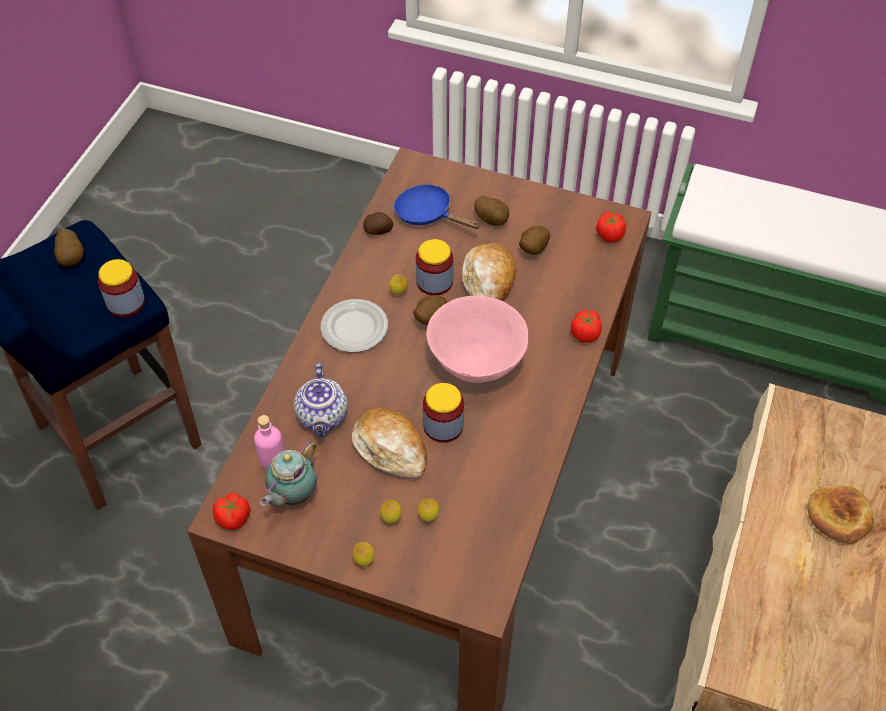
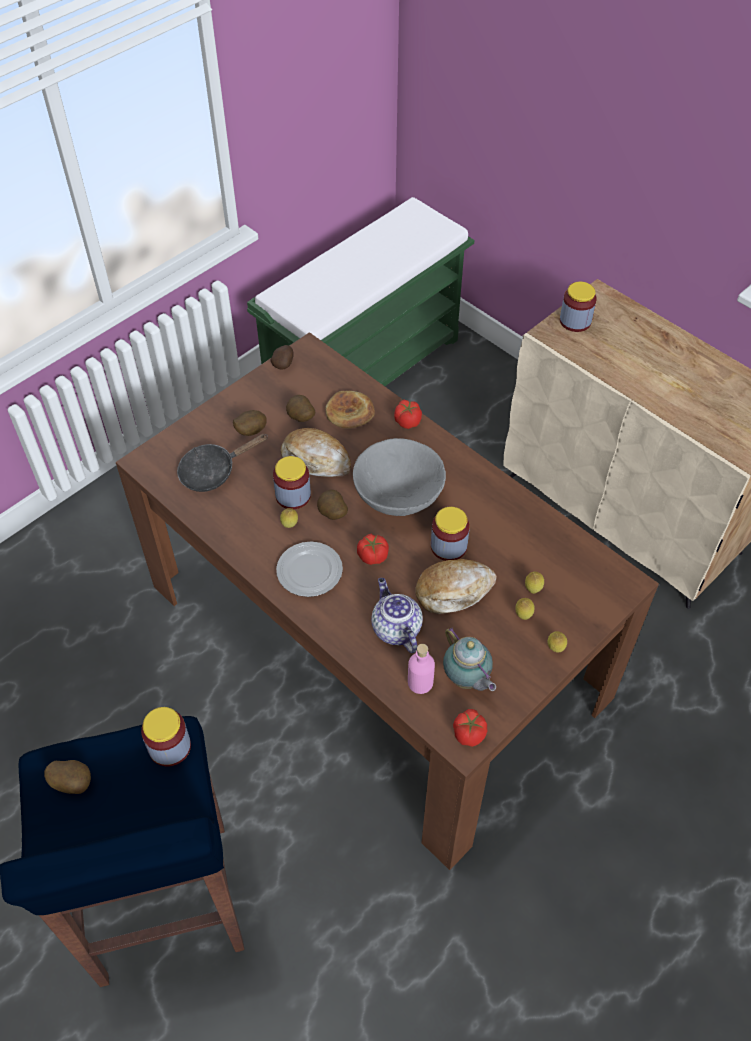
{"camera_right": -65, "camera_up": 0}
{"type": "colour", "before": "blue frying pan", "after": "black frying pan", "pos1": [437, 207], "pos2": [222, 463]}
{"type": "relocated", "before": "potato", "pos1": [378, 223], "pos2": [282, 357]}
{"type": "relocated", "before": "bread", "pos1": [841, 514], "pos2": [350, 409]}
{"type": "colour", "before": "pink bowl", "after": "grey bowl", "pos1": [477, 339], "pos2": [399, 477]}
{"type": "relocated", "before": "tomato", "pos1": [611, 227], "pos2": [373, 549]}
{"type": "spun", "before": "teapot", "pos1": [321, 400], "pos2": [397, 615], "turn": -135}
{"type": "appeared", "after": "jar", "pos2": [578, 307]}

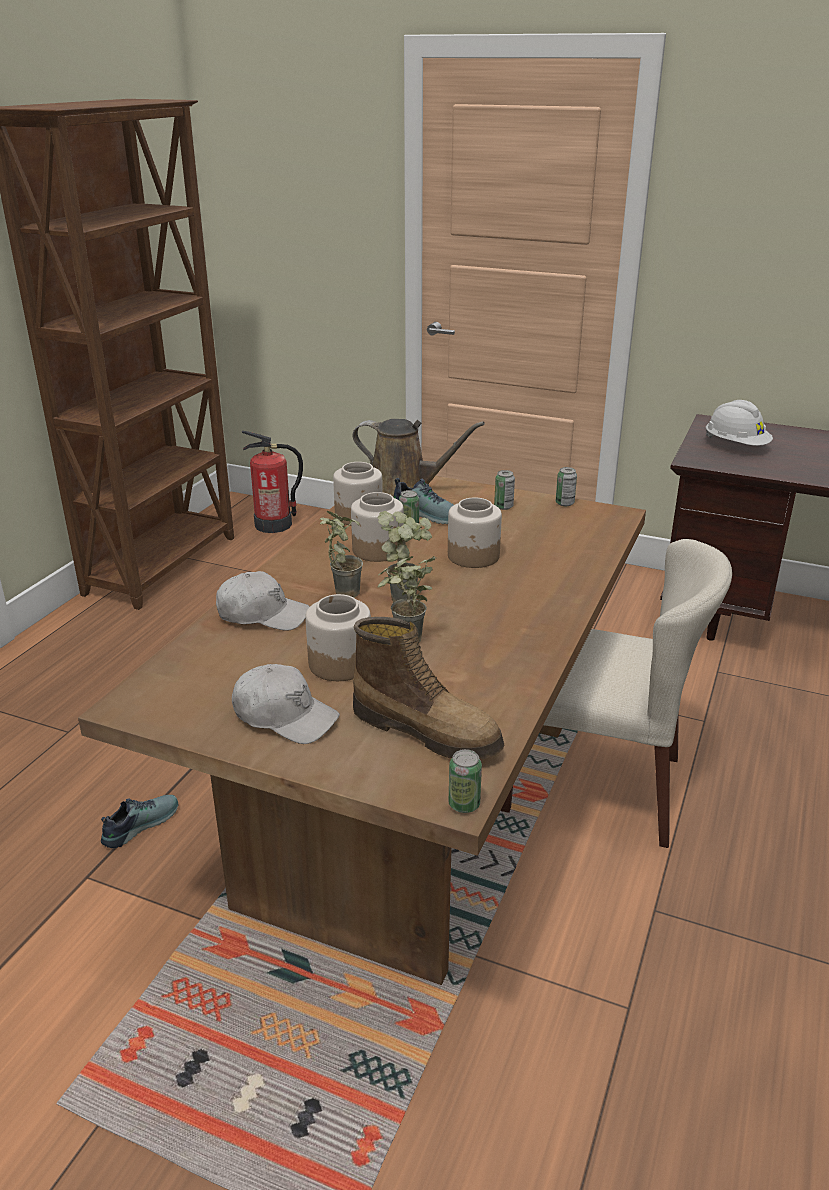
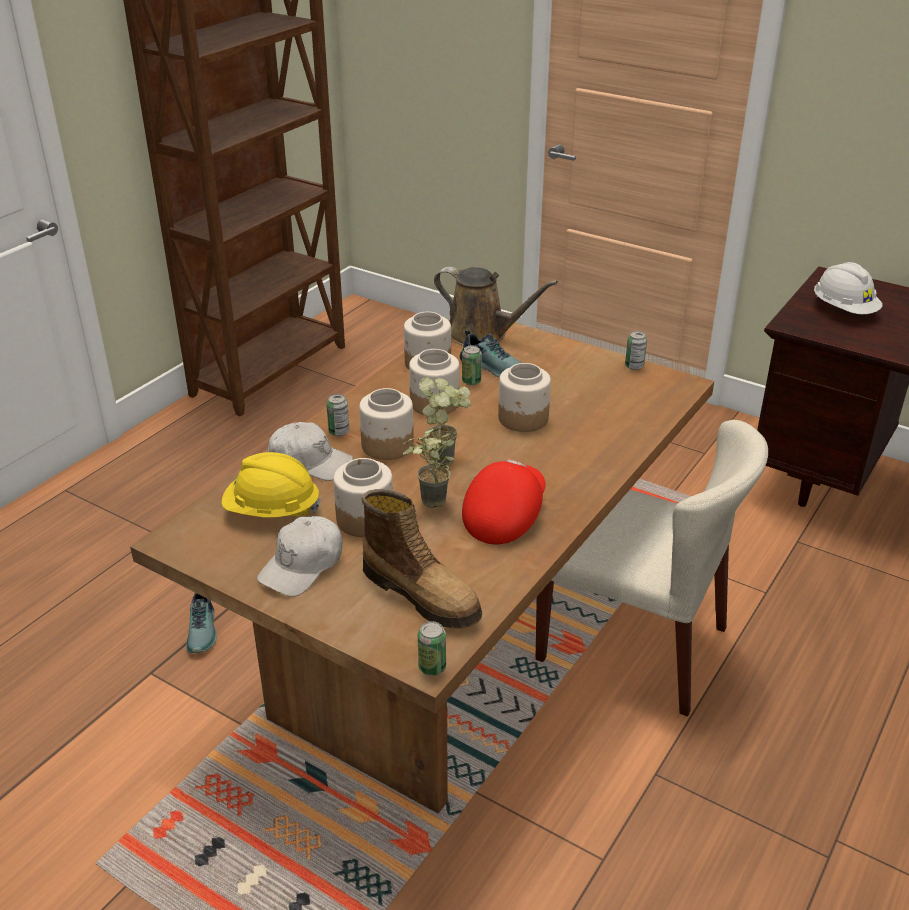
{"camera_right": 10, "camera_up": 5}
{"type": "spun", "before": "shoe", "pos1": [139, 821], "pos2": [201, 623], "turn": 120}
{"type": "appeared", "after": "yellow hard hat", "pos2": [271, 485]}
{"type": "spun", "before": "white cap", "pos1": [286, 704], "pos2": [300, 556], "turn": 90}
{"type": "relocated", "before": "can", "pos1": [504, 490], "pos2": [337, 415]}
{"type": "exchanged", "before": "potted plant", "after": "jar", "pos1": [341, 554], "pos2": [386, 424]}
{"type": "appeared", "after": "red cap", "pos2": [504, 501]}
{"type": "missing", "before": "fire extinguisher", "pos1": [272, 482]}

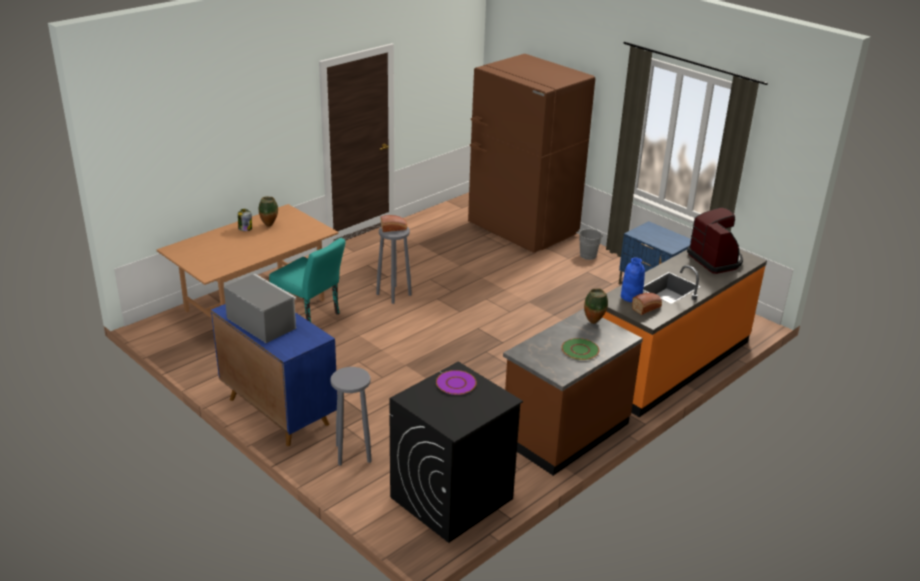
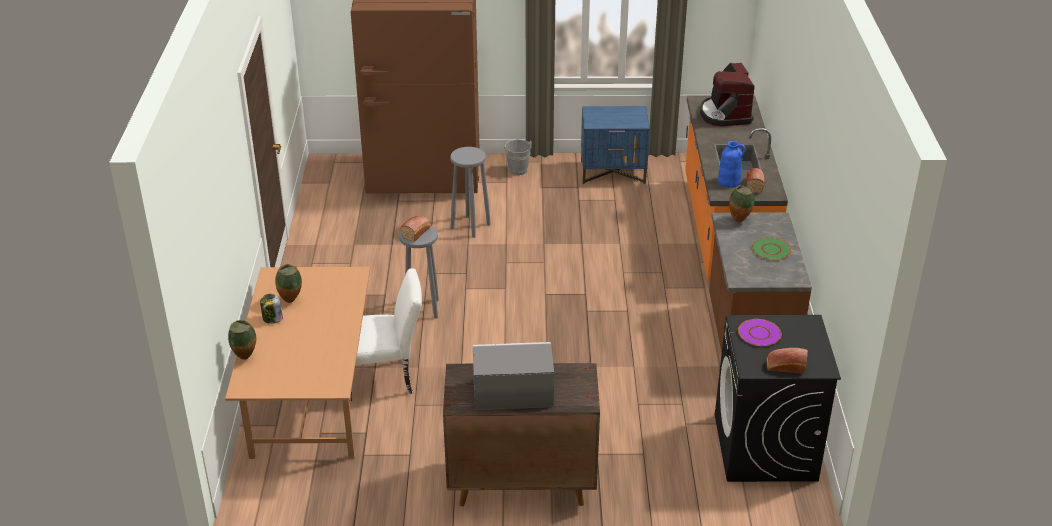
{"camera_right": -45, "camera_up": 5}
{"type": "appeared", "after": "vase", "pos2": [242, 340]}
{"type": "colour", "before": "turquoise chair", "after": "white chair", "pos1": [307, 280], "pos2": [385, 334]}
{"type": "colour", "before": "blue cabinet", "after": "brown cabinet", "pos1": [274, 375], "pos2": [521, 434]}
{"type": "relocated", "before": "grey stool", "pos1": [351, 416], "pos2": [470, 192]}
{"type": "spun", "before": "coffee machine", "pos1": [715, 240], "pos2": [727, 94], "turn": -120}
{"type": "appeared", "after": "bread", "pos2": [787, 361]}

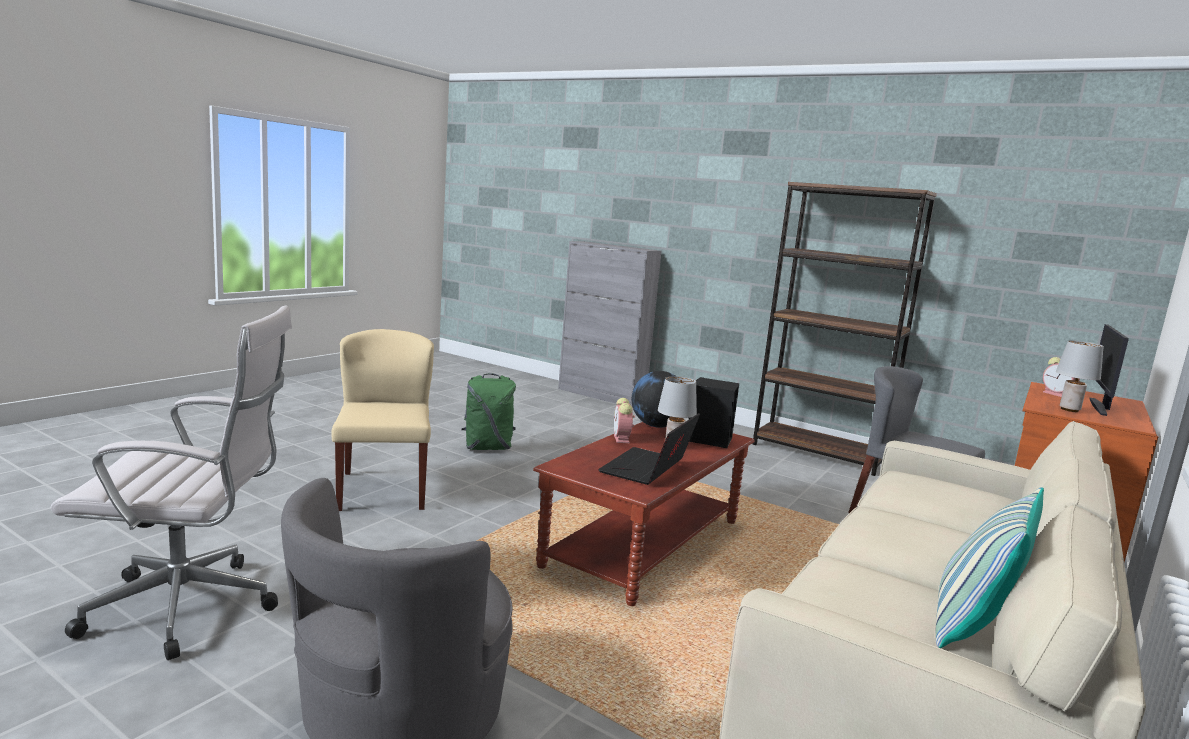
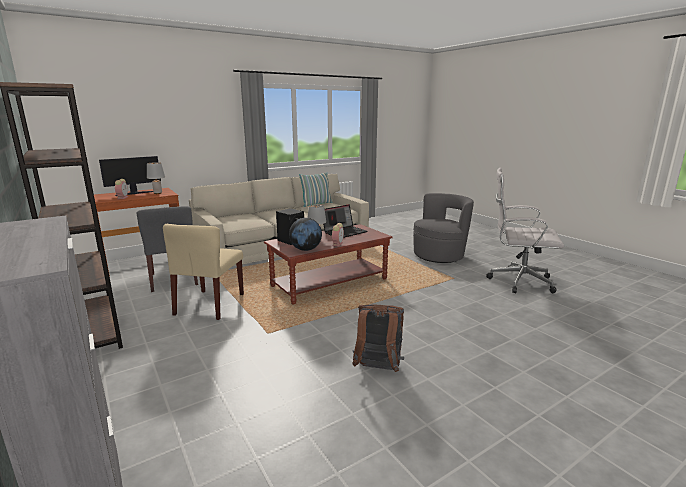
{"camera_right": -155, "camera_up": 5}
{"type": "relocated", "before": "beige chair", "pos1": [382, 420], "pos2": [203, 272]}
{"type": "colour", "before": "green backpack", "after": "brown backpack", "pos1": [488, 411], "pos2": [378, 338]}

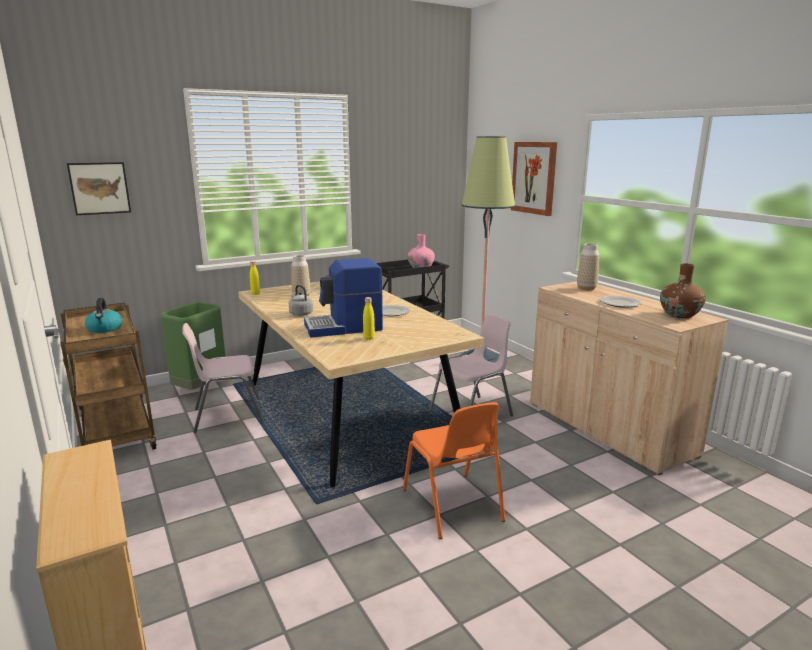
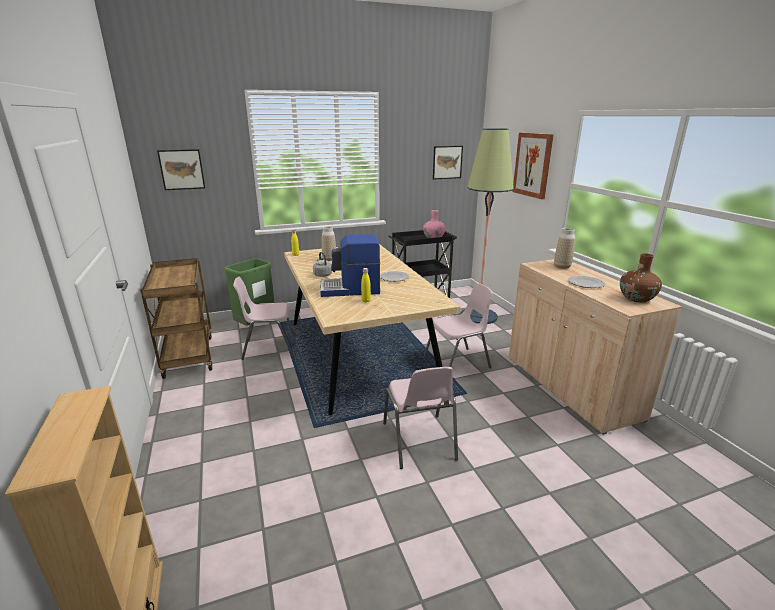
{"camera_right": 10, "camera_up": 5}
{"type": "colour", "before": "orange chair", "after": "pink chair", "pos1": [454, 470], "pos2": [420, 418]}
{"type": "appeared", "after": "picture", "pos2": [448, 163]}
{"type": "missing", "before": "kettle", "pos1": [103, 315]}

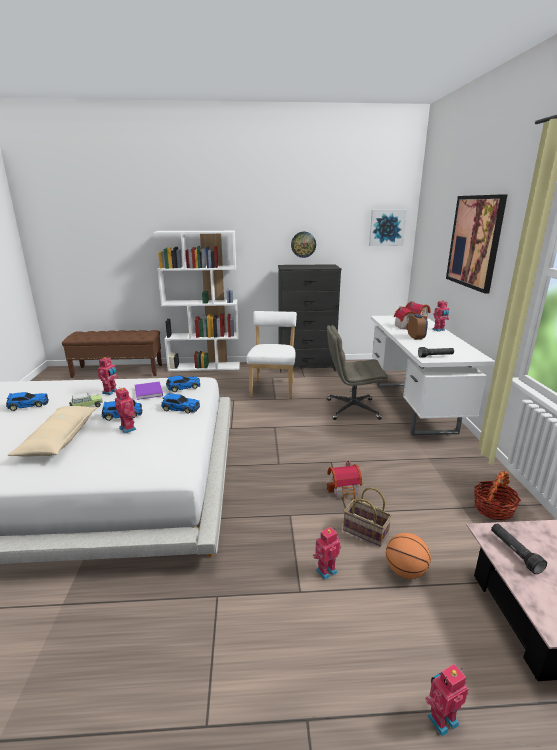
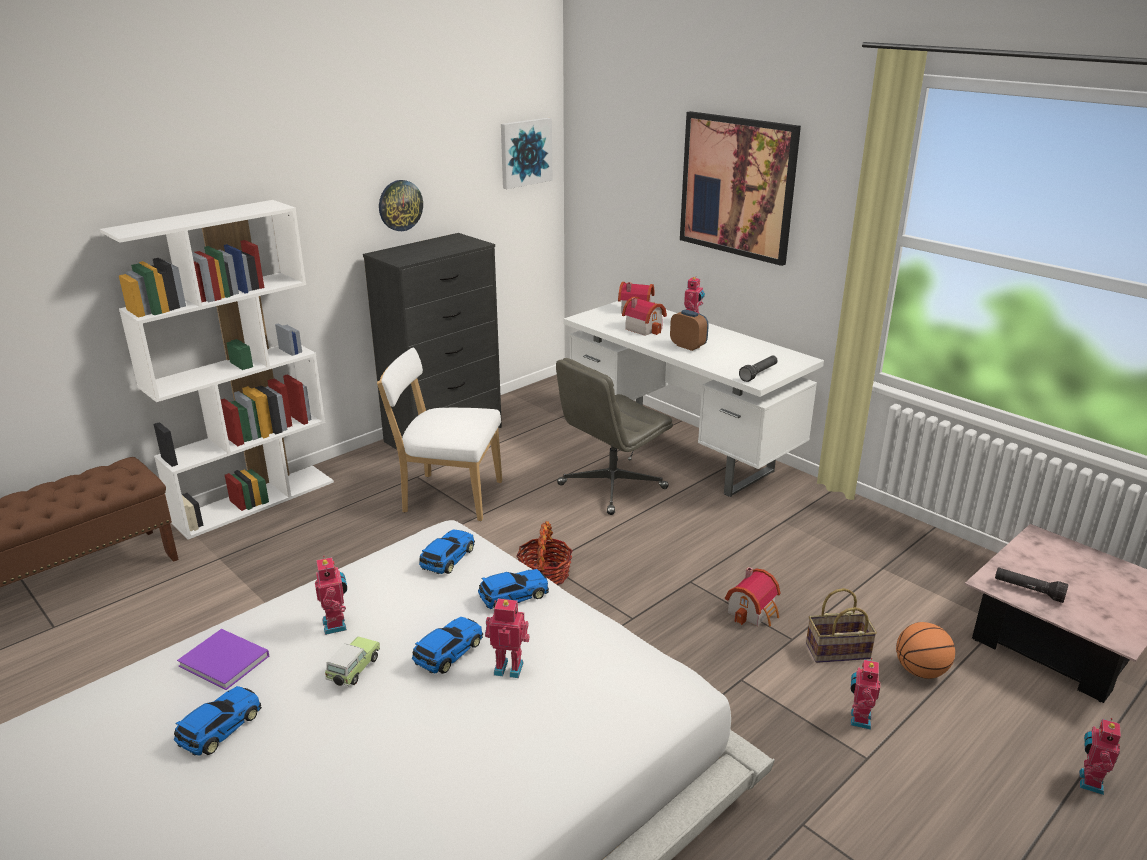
{"camera_right": -40, "camera_up": 5}
{"type": "relocated", "before": "purple book", "pos1": [149, 390], "pos2": [223, 659]}
{"type": "spun", "before": "white chair", "pos1": [272, 355], "pos2": [439, 434], "turn": -45}
{"type": "relocated", "before": "basket", "pos1": [497, 496], "pos2": [544, 553]}
{"type": "missing", "before": "beige pillow", "pos1": [52, 431]}

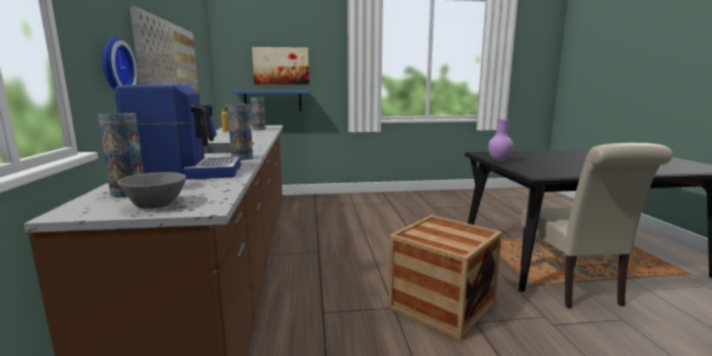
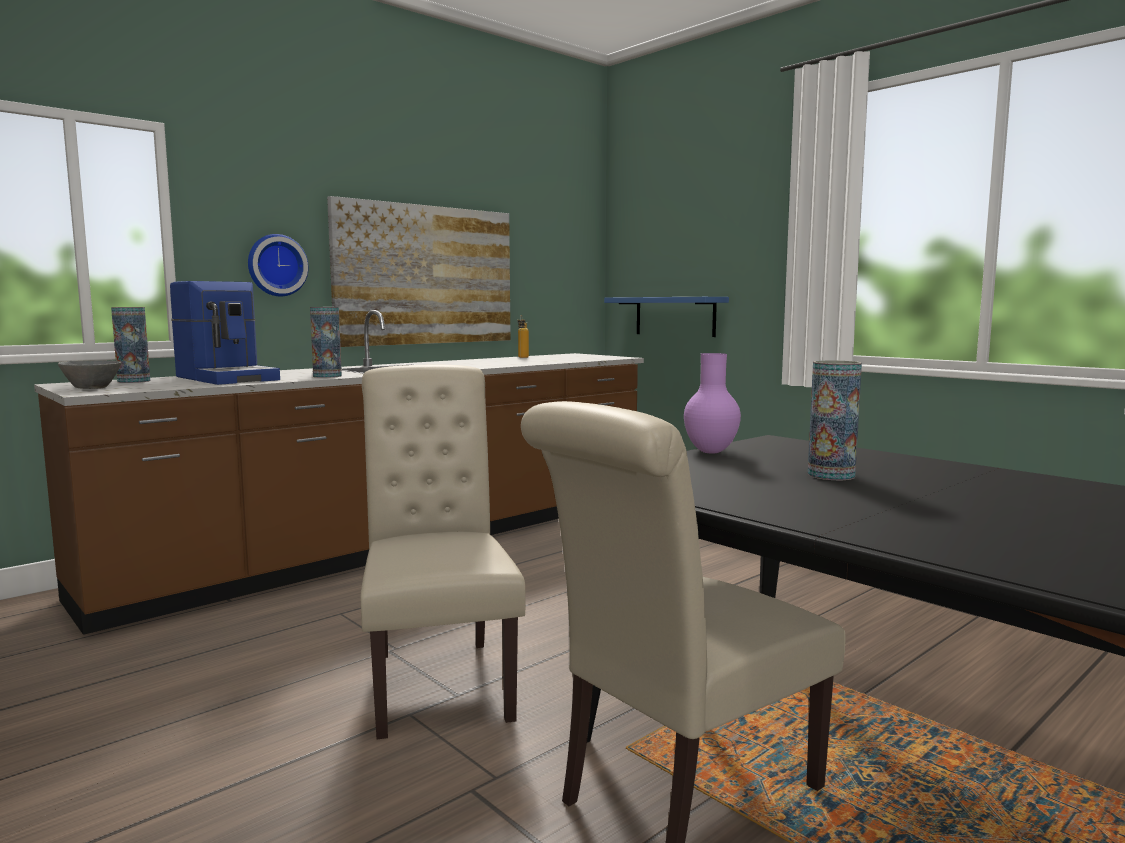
{"camera_right": 55, "camera_up": -5}
{"type": "exchanged", "before": "crate", "after": "beige chair", "pos1": [445, 278], "pos2": [443, 552]}
{"type": "relocated", "before": "vase", "pos1": [258, 113], "pos2": [835, 420]}
{"type": "missing", "before": "picture", "pos1": [280, 66]}

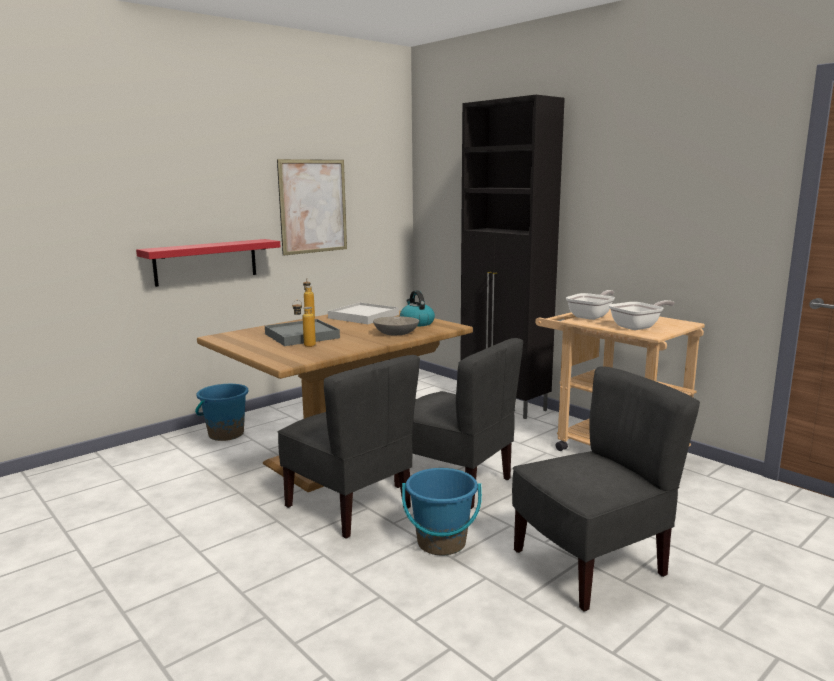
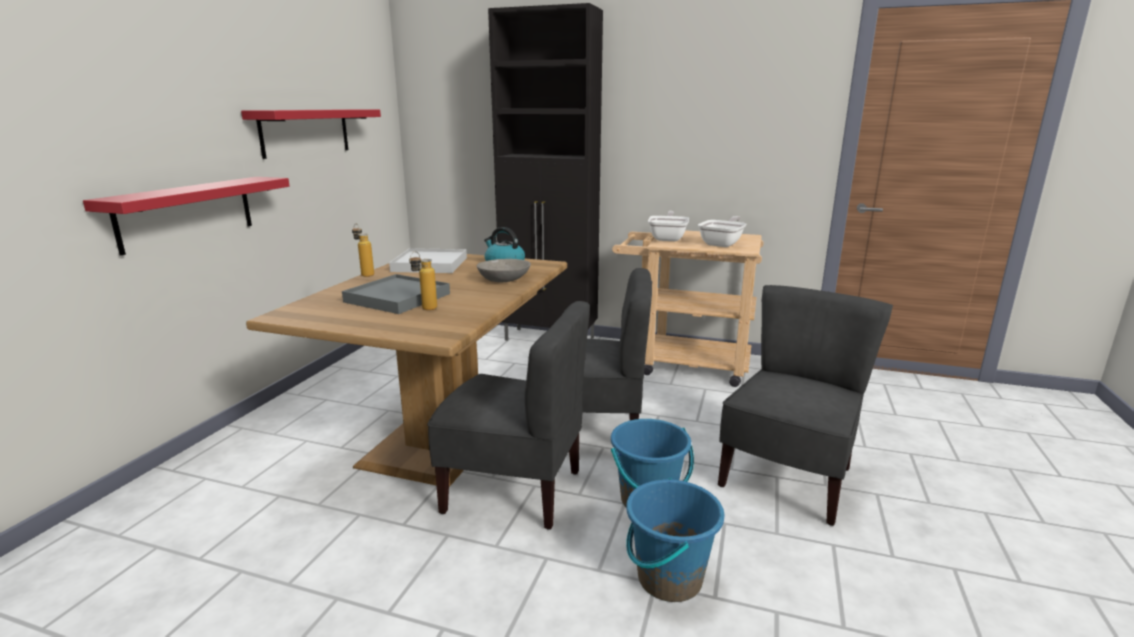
{"camera_right": -30, "camera_up": 5}
{"type": "exchanged", "before": "picture", "after": "red shelf", "pos1": [312, 207], "pos2": [311, 134]}
{"type": "relocated", "before": "blue bucket", "pos1": [221, 412], "pos2": [675, 540]}

